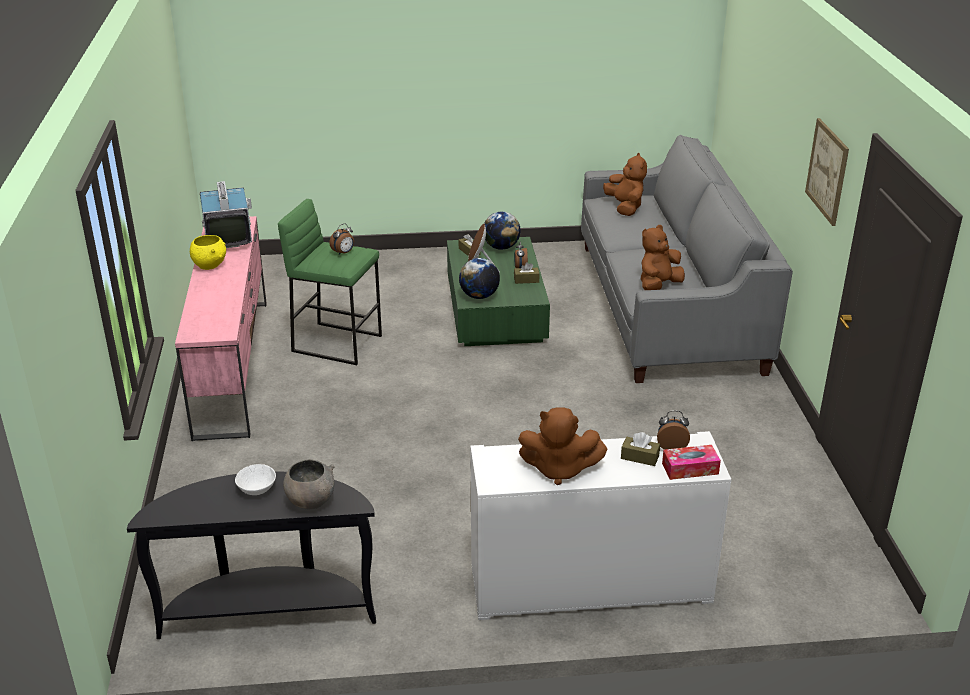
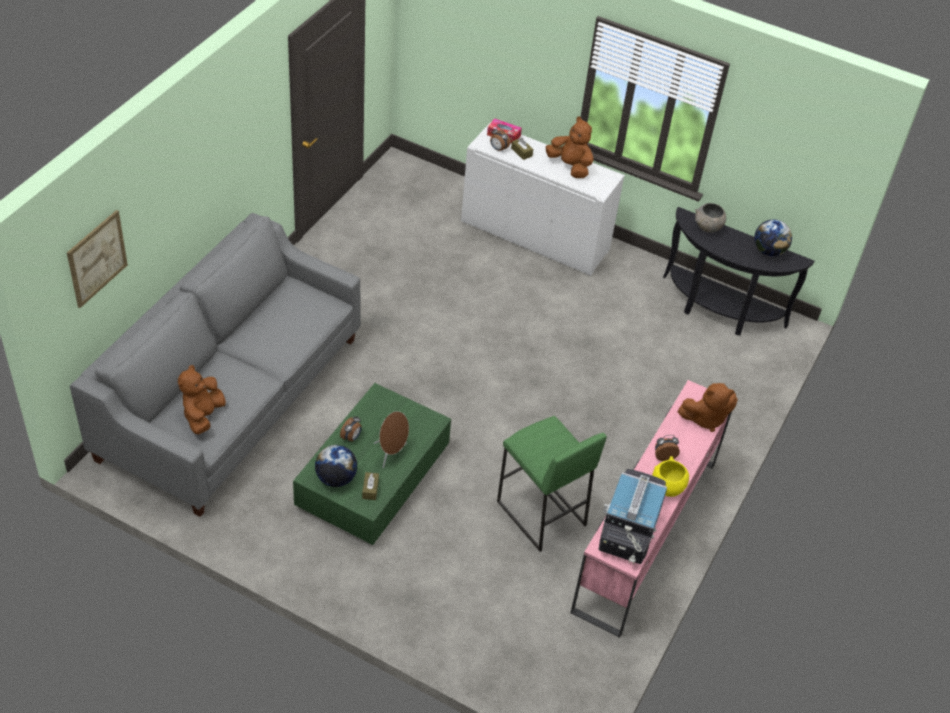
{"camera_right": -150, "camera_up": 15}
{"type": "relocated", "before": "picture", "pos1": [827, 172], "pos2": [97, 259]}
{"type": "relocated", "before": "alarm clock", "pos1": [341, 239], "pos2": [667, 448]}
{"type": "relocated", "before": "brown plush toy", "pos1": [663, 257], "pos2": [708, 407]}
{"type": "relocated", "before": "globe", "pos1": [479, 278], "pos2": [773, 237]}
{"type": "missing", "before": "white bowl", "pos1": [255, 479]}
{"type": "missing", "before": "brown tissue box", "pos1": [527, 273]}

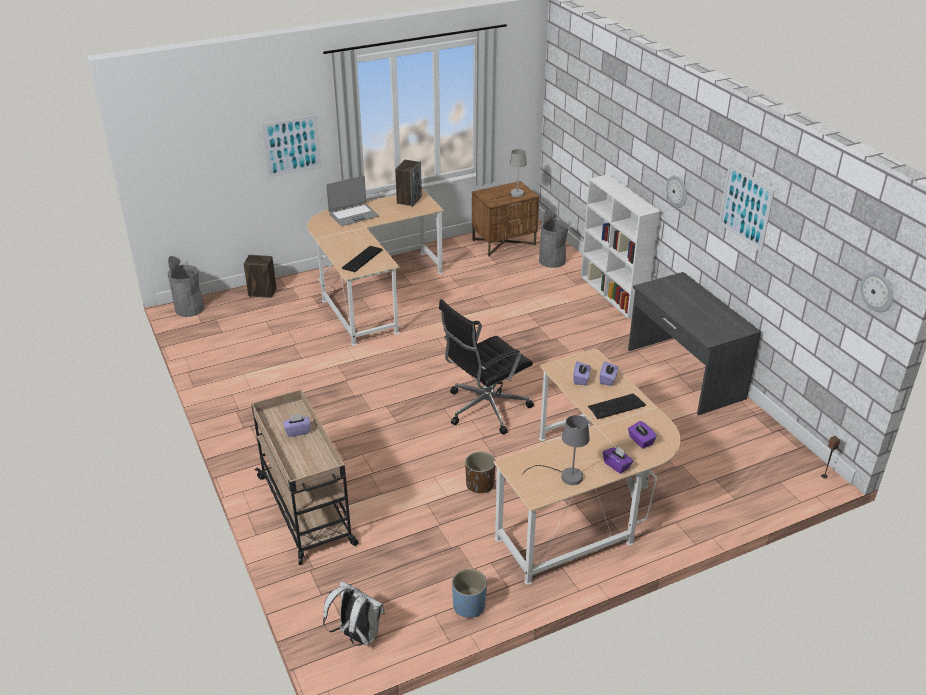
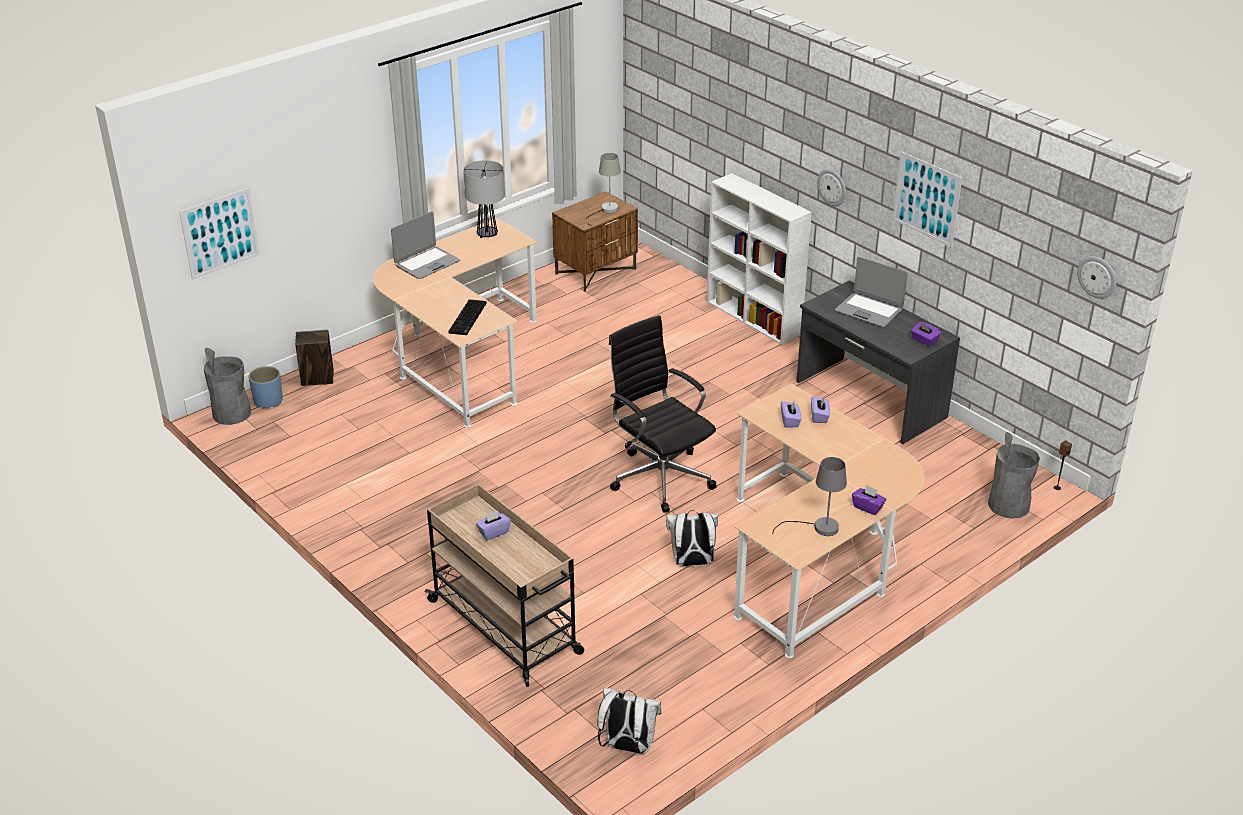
{"camera_right": -15, "camera_up": 0}
{"type": "relocated", "before": "picture", "pos1": [291, 146], "pos2": [219, 234]}
{"type": "relocated", "before": "blue planter", "pos1": [469, 593], "pos2": [265, 387]}
{"type": "exchanged", "before": "speaker", "after": "table lamp", "pos1": [408, 183], "pos2": [484, 199]}
{"type": "spun", "before": "black office chair", "pos1": [486, 366], "pos2": [663, 414], "turn": 105}
{"type": "exchanged", "before": "brown planter", "after": "white backpack", "pos1": [480, 472], "pos2": [692, 538]}
{"type": "appeared", "after": "laptop", "pos2": [871, 292]}
{"type": "relocated", "before": "purple tissue box", "pos1": [642, 434], "pos2": [926, 334]}
{"type": "relocated", "before": "grey trash can", "pos1": [553, 238], "pos2": [1014, 475]}
{"type": "missing", "before": "keyboard", "pos1": [617, 406]}

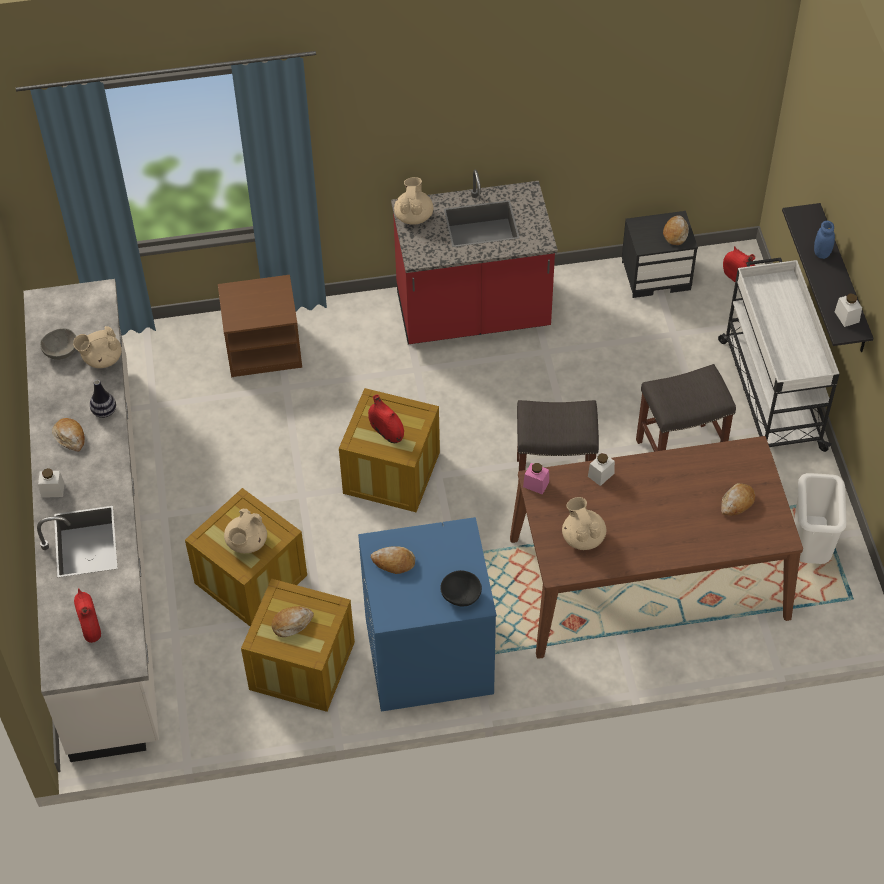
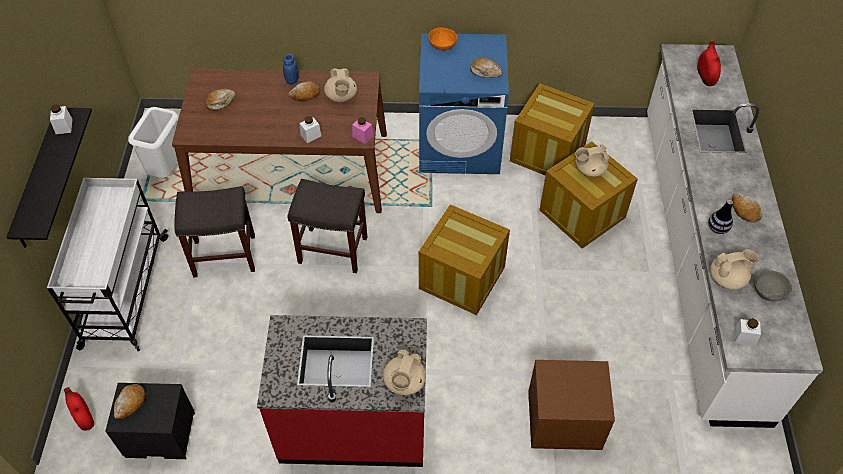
{"camera_right": -170, "camera_up": 0}
{"type": "relocated", "before": "blue jar", "pos1": [824, 240], "pos2": [291, 69]}
{"type": "relocated", "before": "bread", "pos1": [293, 621], "pos2": [304, 91]}
{"type": "colour", "before": "black bowl", "after": "orange bowl", "pos1": [461, 588], "pos2": [443, 39]}
{"type": "spun", "before": "beige teapot", "pos1": [245, 531], "pos2": [592, 160], "turn": -135}
{"type": "relocated", "before": "white jar", "pos1": [51, 483], "pos2": [747, 332]}
{"type": "missing", "before": "red vase", "pos1": [386, 419]}

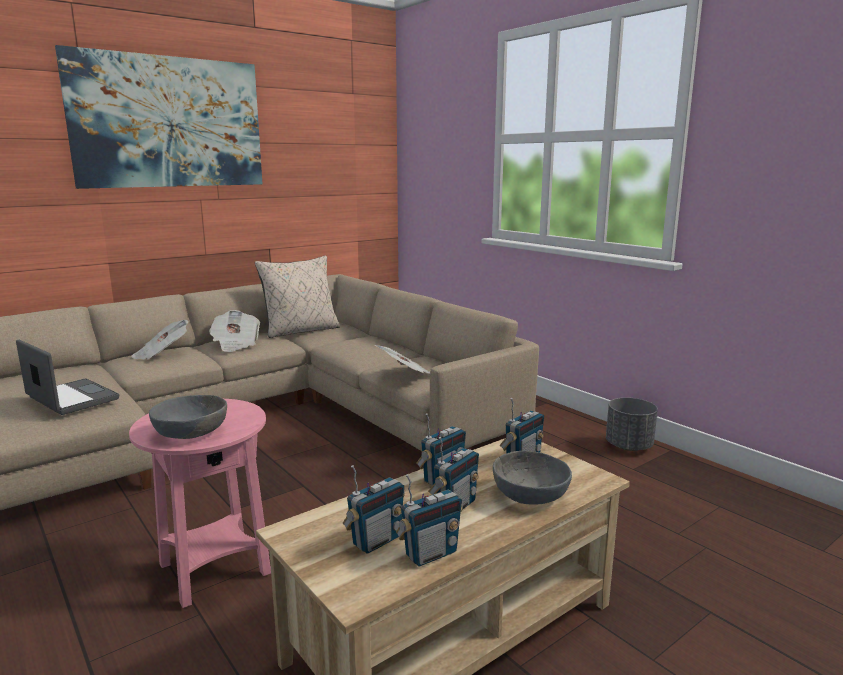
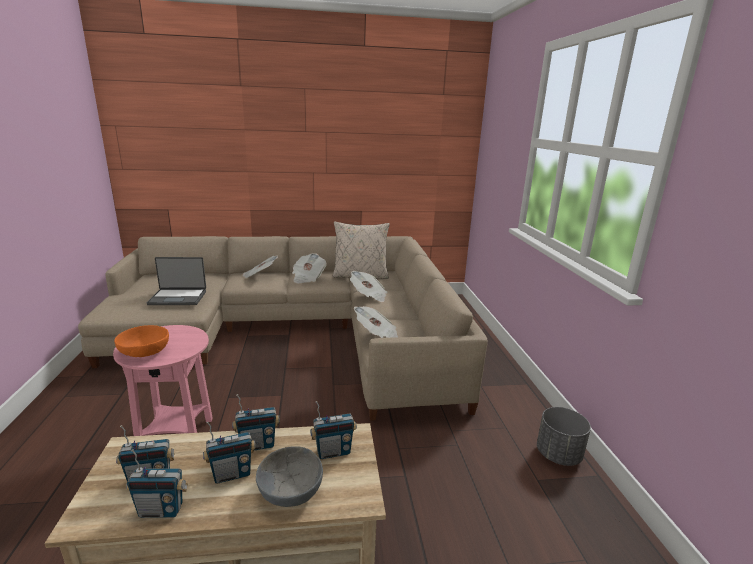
{"camera_right": 30, "camera_up": 5}
{"type": "colour", "before": "grey bowl", "after": "orange bowl", "pos1": [188, 417], "pos2": [141, 341]}
{"type": "spun", "before": "laptop", "pos1": [67, 377], "pos2": [176, 281], "turn": 105}
{"type": "appeared", "after": "newspaper", "pos2": [368, 286]}
{"type": "missing", "before": "picture", "pos1": [159, 117]}

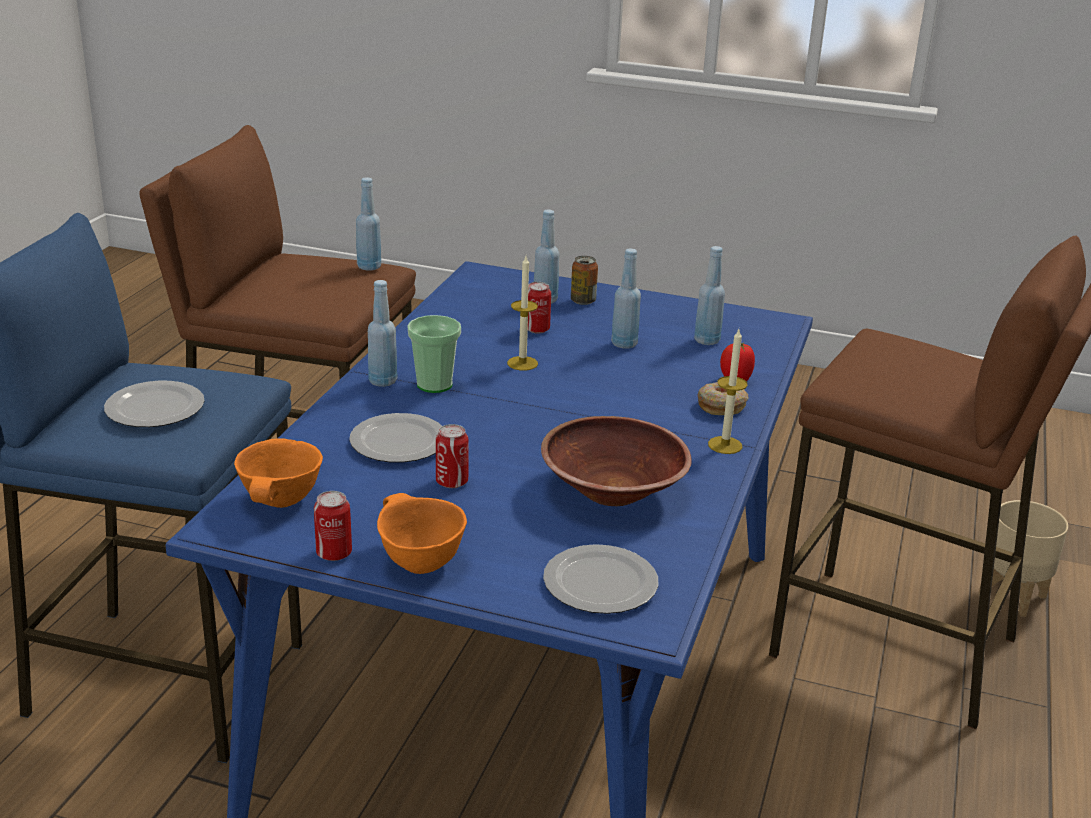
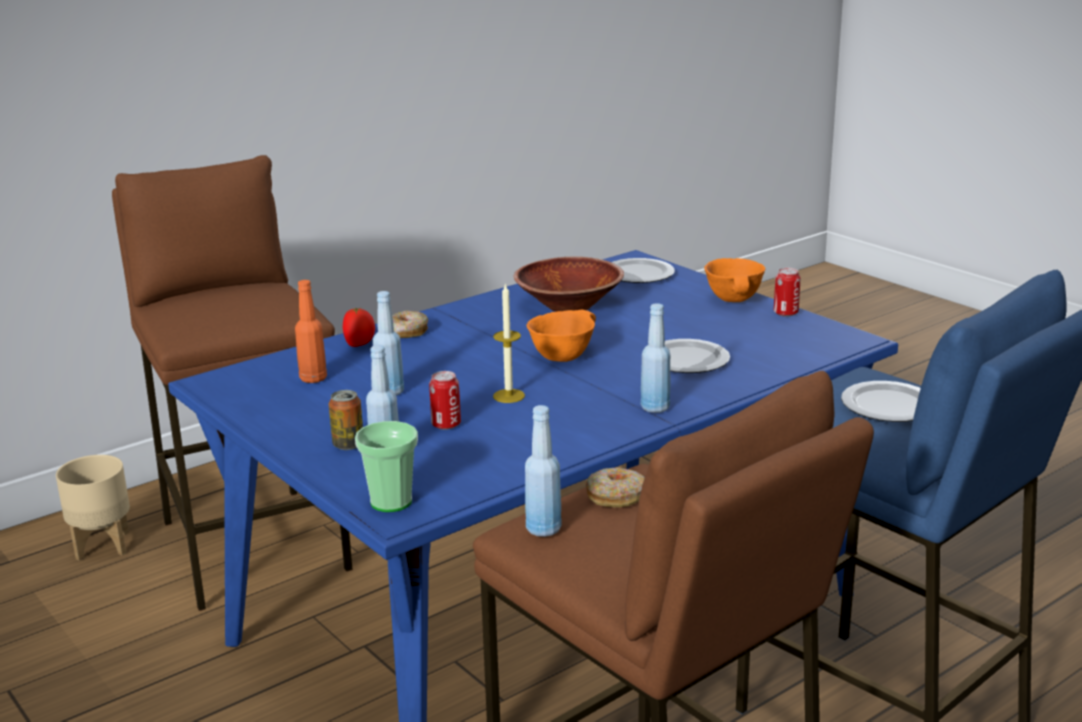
{"camera_right": -145, "camera_up": -5}
{"type": "colour", "before": "blue bottle", "after": "orange bottle", "pos1": [709, 295], "pos2": [311, 331]}
{"type": "relocated", "before": "cup", "pos1": [434, 354], "pos2": [386, 466]}
{"type": "relocated", "before": "orange bowl", "pos1": [278, 473], "pos2": [561, 335]}
{"type": "appeared", "after": "donut", "pos2": [615, 487]}
{"type": "missing", "before": "can", "pos1": [452, 456]}
{"type": "missing", "before": "candle", "pos1": [728, 391]}

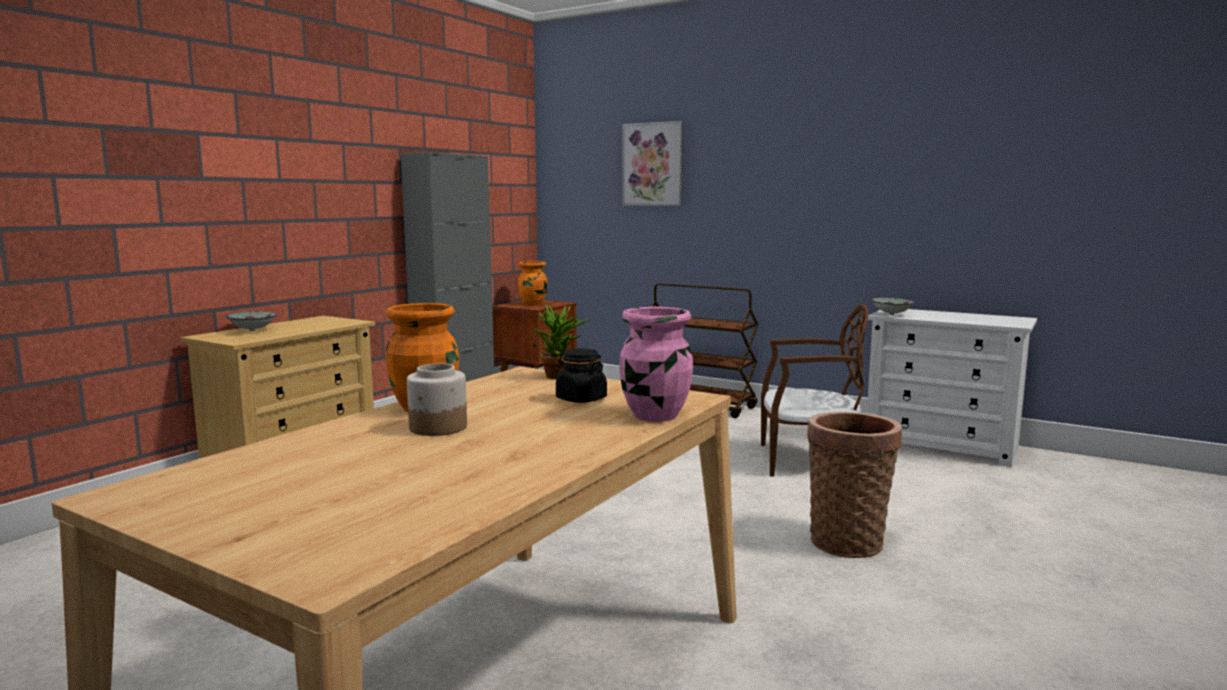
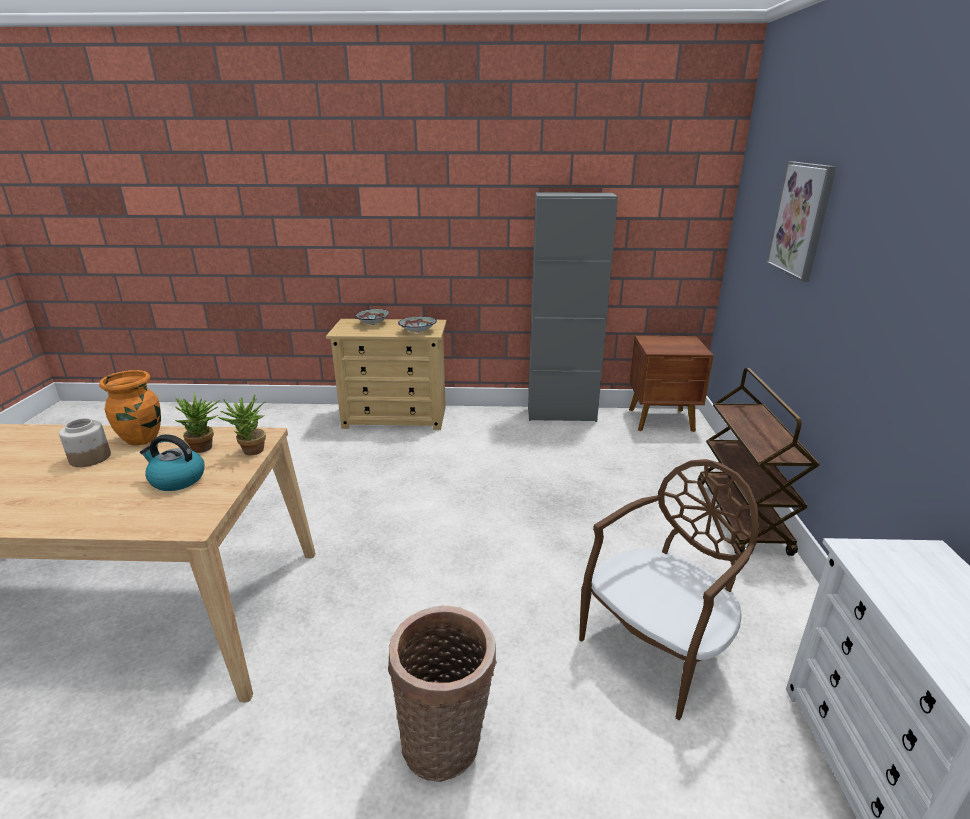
{"camera_right": 60, "camera_up": 15}
{"type": "exchanged", "before": "black jar", "after": "kettle", "pos1": [581, 375], "pos2": [172, 462]}
{"type": "appeared", "after": "potted plant", "pos2": [197, 422]}
{"type": "relocated", "before": "bowl", "pos1": [892, 306], "pos2": [417, 325]}
{"type": "spun", "before": "brown chair", "pos1": [814, 390], "pos2": [669, 589], "turn": -105}
{"type": "missing", "before": "orange vase", "pos1": [533, 283]}
{"type": "missing", "before": "pink vase", "pos1": [656, 364]}

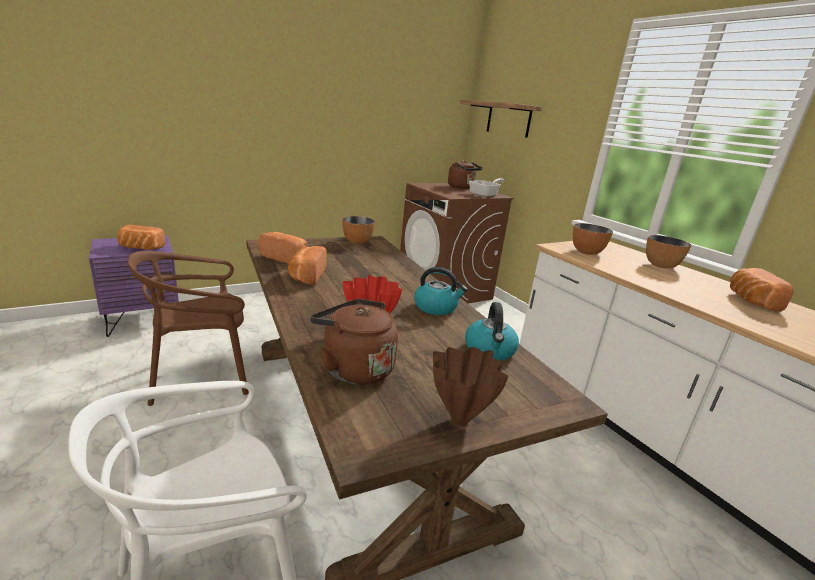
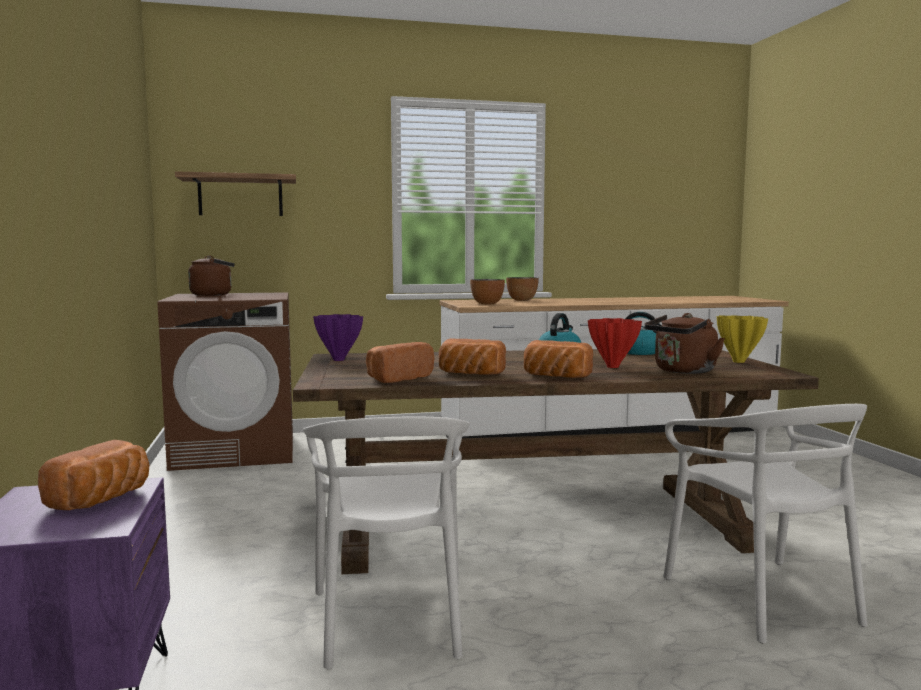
{"camera_right": -70, "camera_up": -15}
{"type": "colour", "before": "brown chair", "after": "white chair", "pos1": [188, 328], "pos2": [386, 542]}
{"type": "exchanged", "before": "bowl", "after": "purple vase", "pos1": [358, 230], "pos2": [338, 337]}
{"type": "relocated", "before": "bread", "pos1": [761, 290], "pos2": [558, 359]}
{"type": "colour", "before": "brown vase", "after": "yellow vase", "pos1": [470, 386], "pos2": [742, 339]}
{"type": "missing", "before": "frying pan", "pos1": [487, 187]}

